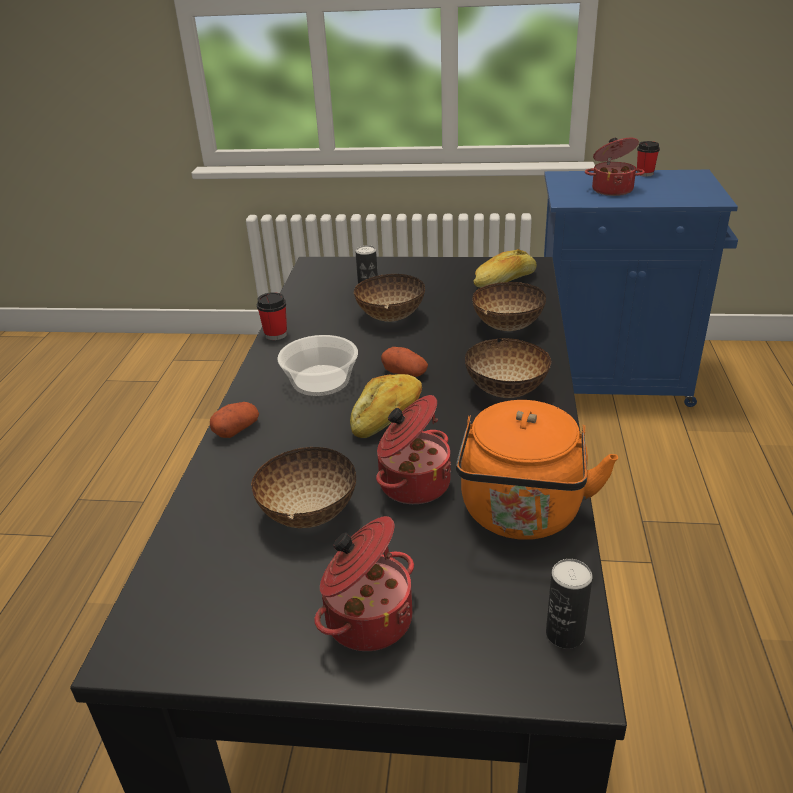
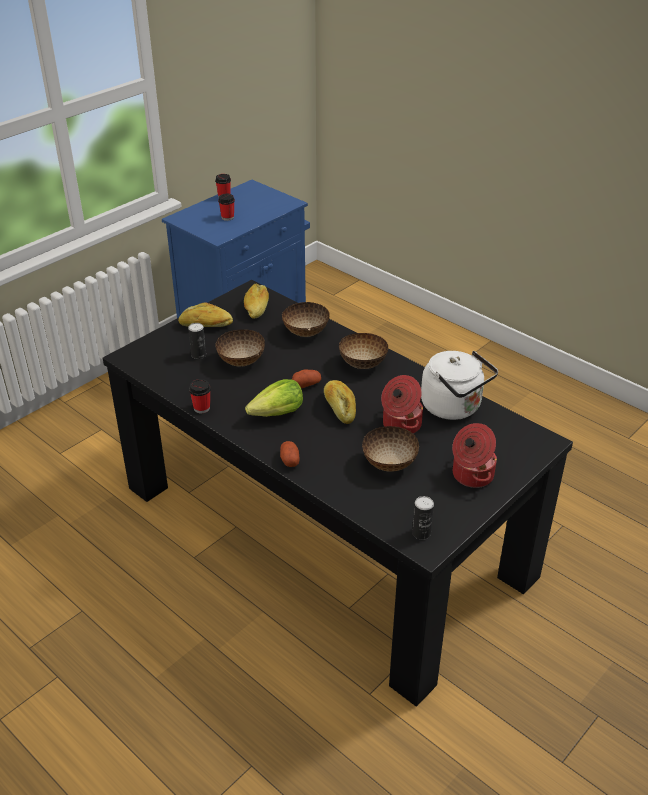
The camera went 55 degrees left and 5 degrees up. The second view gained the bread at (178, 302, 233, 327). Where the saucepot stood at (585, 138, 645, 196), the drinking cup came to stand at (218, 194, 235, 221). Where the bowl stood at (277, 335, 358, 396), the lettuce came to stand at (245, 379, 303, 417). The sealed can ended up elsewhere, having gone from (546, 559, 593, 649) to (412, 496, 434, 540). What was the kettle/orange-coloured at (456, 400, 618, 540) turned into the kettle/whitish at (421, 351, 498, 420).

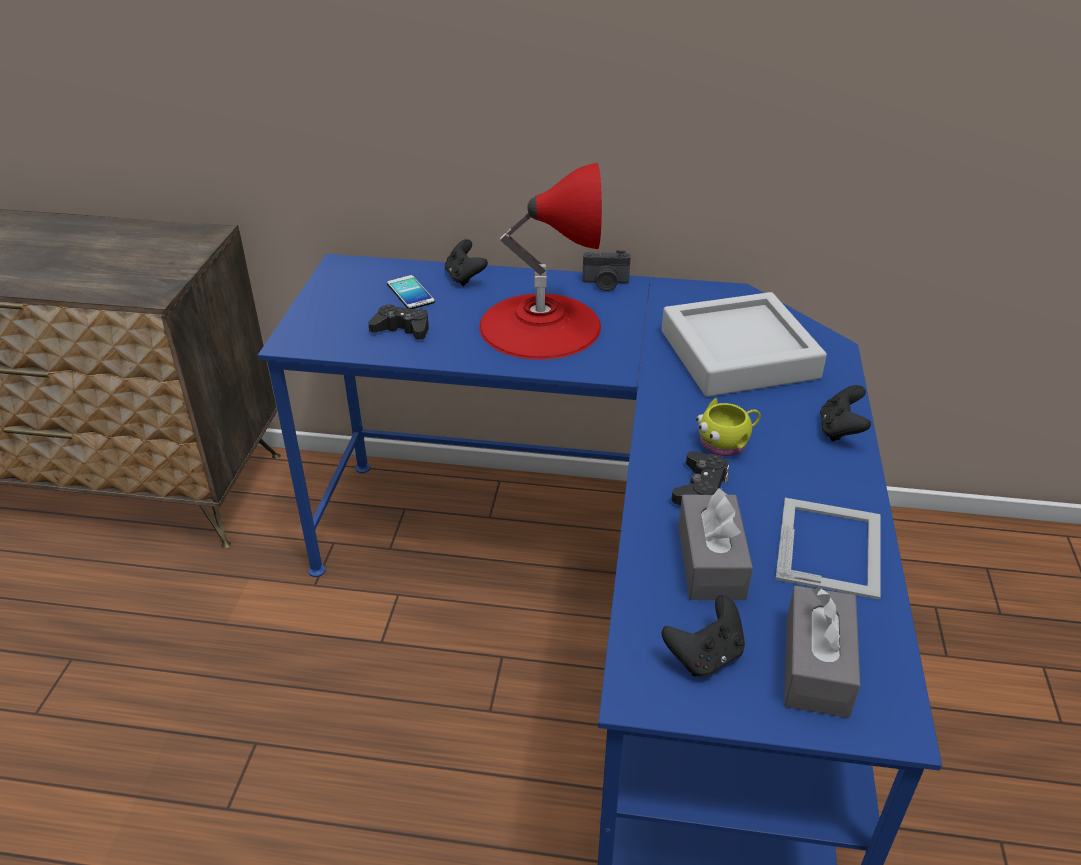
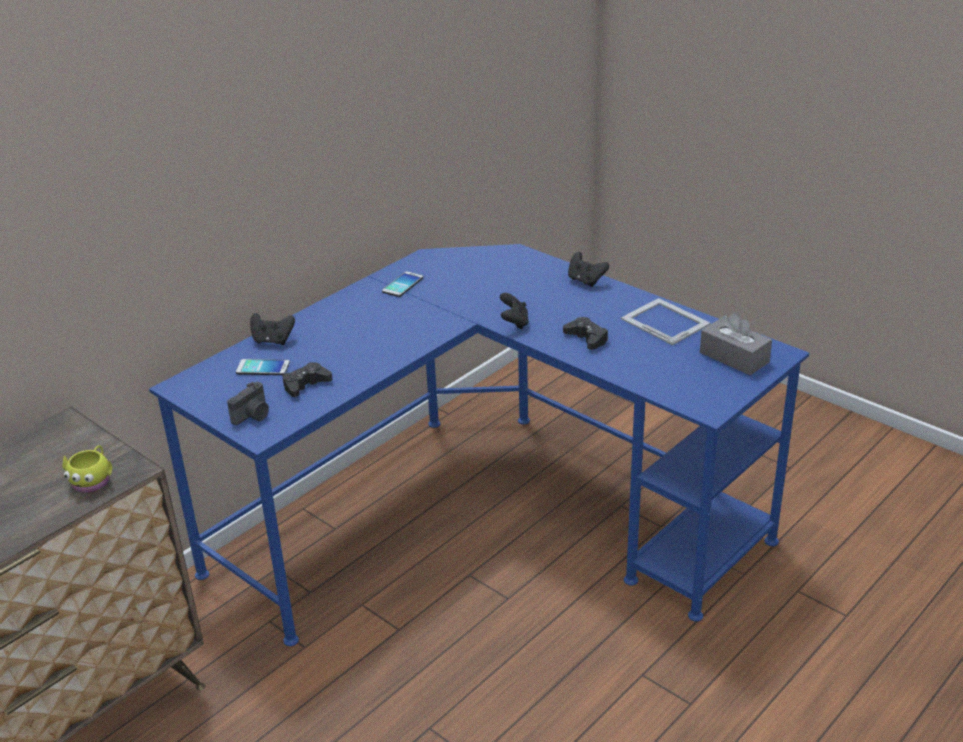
The camera went 55 degrees left and 5 degrees down. The tea mug/yellow-coloured ended up elsewhere, having gone from (696, 398, 761, 456) to (63, 445, 112, 493). The photo camera ended up elsewhere, having gone from (583, 250, 631, 291) to (227, 382, 269, 425). The second view gained the telephone at (382, 271, 423, 297). The gamepad/black-coloured ended up elsewhere, having gone from (662, 595, 745, 677) to (500, 293, 529, 329). The second view lost the tabletop lamp/reddish at (479, 163, 602, 360). The second view lost the carrying tray/greyish at (662, 292, 827, 397). The second view lost the tissue box/greyish at (678, 488, 753, 600).

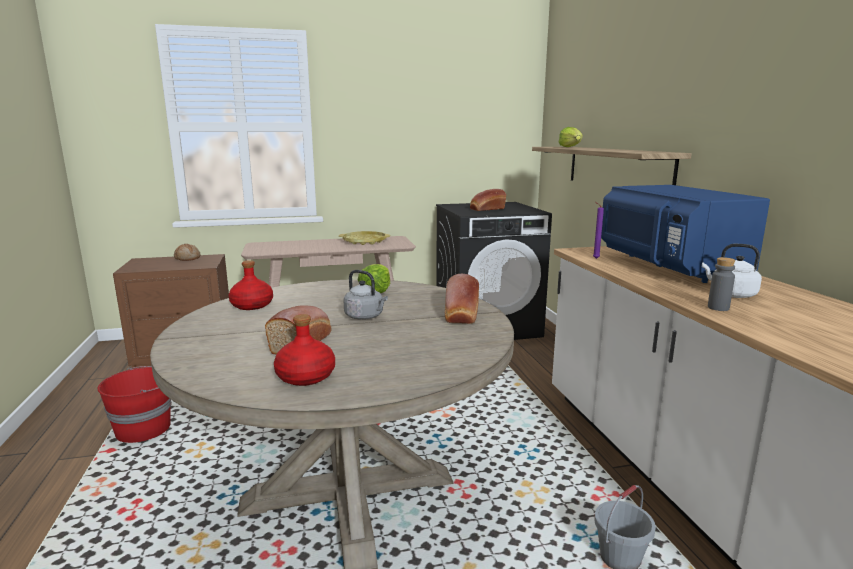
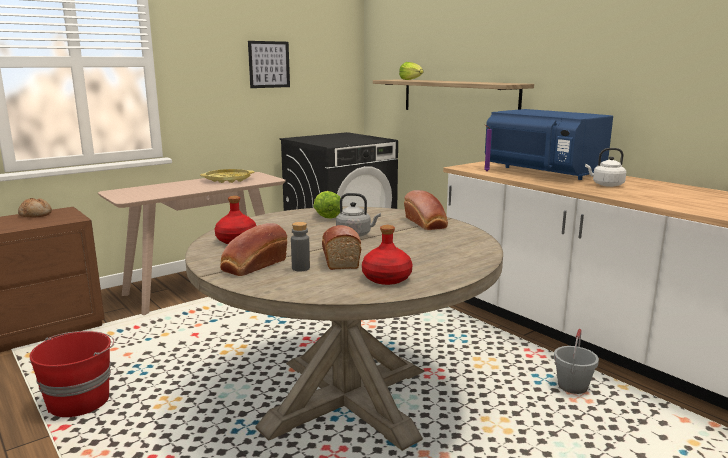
The camera went 25 degrees left and 0 degrees up. The bread ended up elsewhere, having gone from (470, 189, 506, 211) to (220, 223, 287, 276). The second view gained the wall art at (248, 41, 290, 88). The beverage bottle/greyish ended up elsewhere, having gone from (708, 257, 735, 311) to (291, 222, 310, 271).

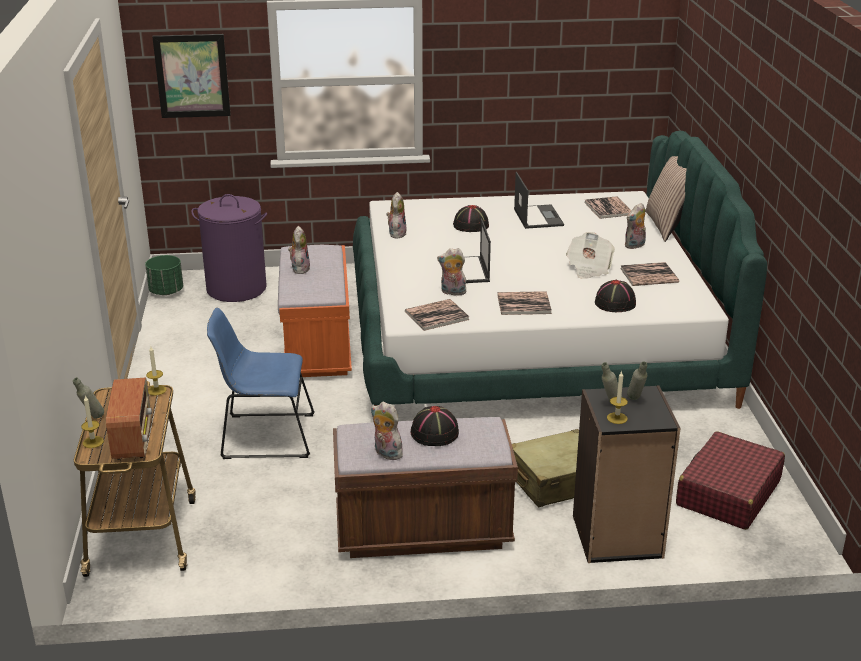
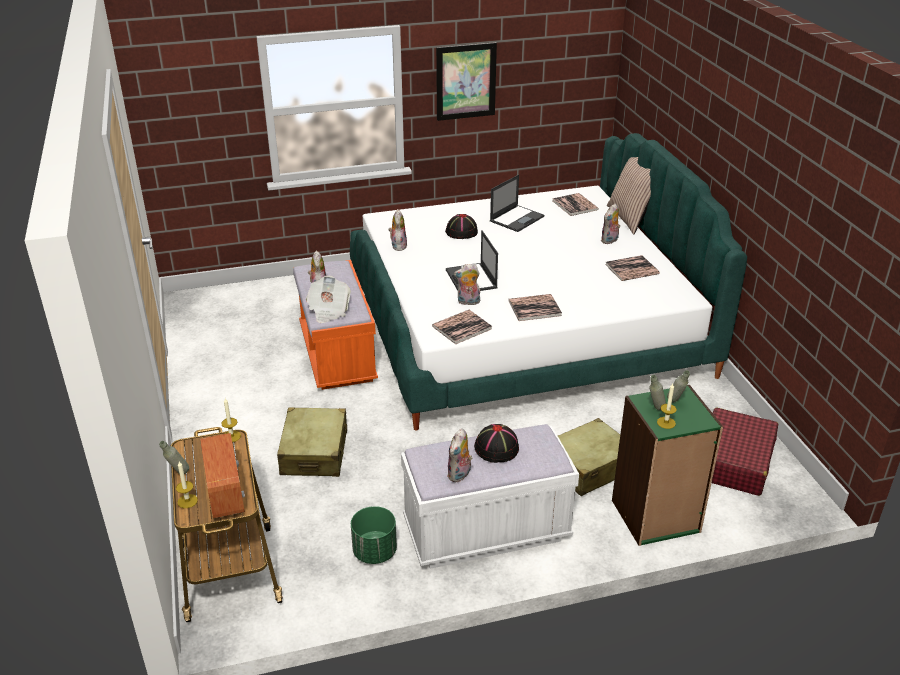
The camera went 10 degrees left and 5 degrees up. Where the chair/bluish stood at (207, 308, 315, 459), the piece of luggage/beige-coloured came to stand at (277, 407, 347, 477). The printed paper ended up elsewhere, having gone from (566, 232, 615, 279) to (306, 276, 351, 323). The flower pot/greenish ended up elsewhere, having gone from (145, 255, 183, 295) to (351, 506, 397, 564). What was the indoor bench/brown-coloured at (333, 417, 518, 558) turned into the indoor bench/whitish at (401, 424, 579, 569). The wall art ended up elsewhere, having gone from (152, 34, 231, 118) to (436, 42, 497, 121). The plush toy at (371, 402, 403, 460) ended up facing another way, 90 degrees counterclockwise from before. The notebook computer at (514, 172, 564, 229) ended up facing another way, 60 degrees clockwise from before. What was the bookshelf/black-coloured at (573, 385, 681, 563) turned into the bookshelf/greenish at (612, 385, 723, 546). The second view lost the hamper/purplish at (191, 194, 267, 302). The second view lost the wearable hat/black-coloured at (595, 280, 636, 312).

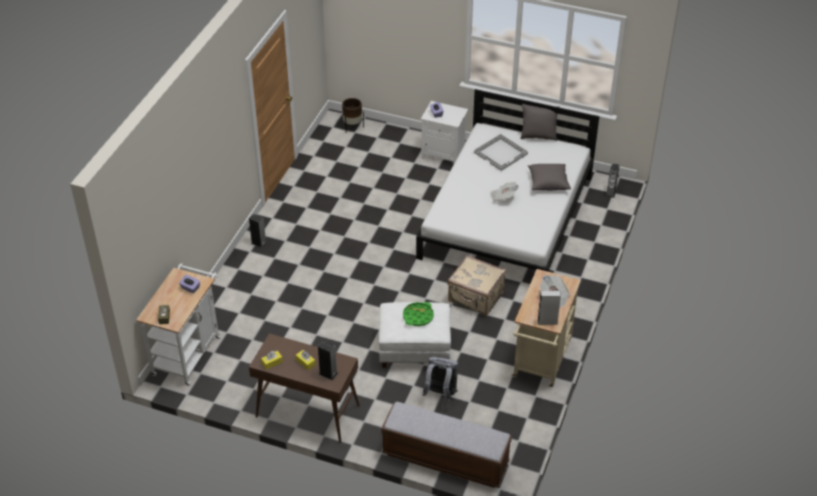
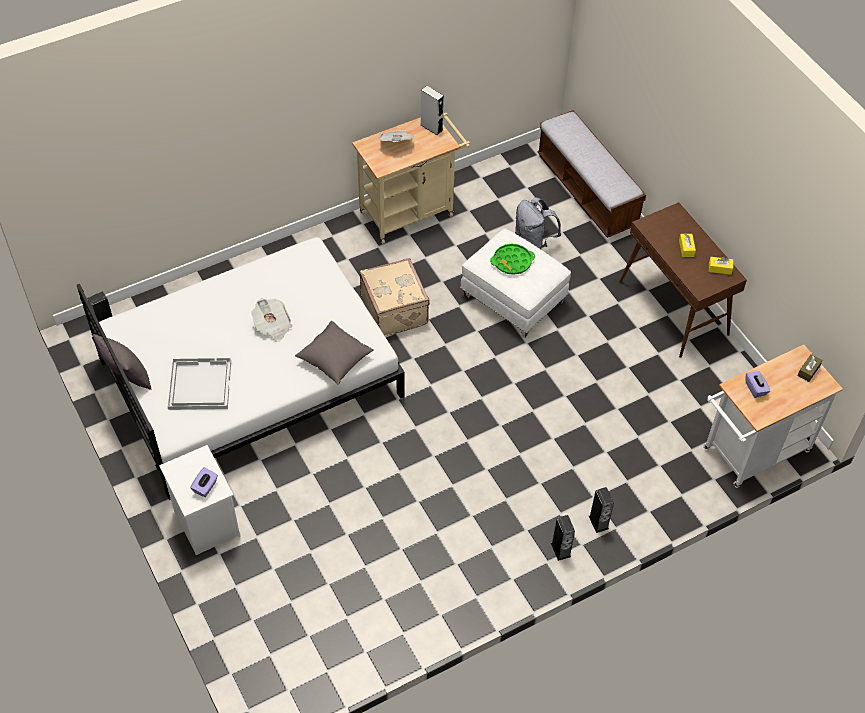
The camera went 140 degrees left and 10 degrees up. The cushion/greyish ended up elsewhere, having gone from (528, 164, 571, 190) to (295, 321, 374, 385). The loudspeaker ended up elsewhere, having gone from (318, 341, 338, 380) to (589, 487, 614, 533). The second view lost the flower pot/brown-coloured at (342, 98, 364, 133).

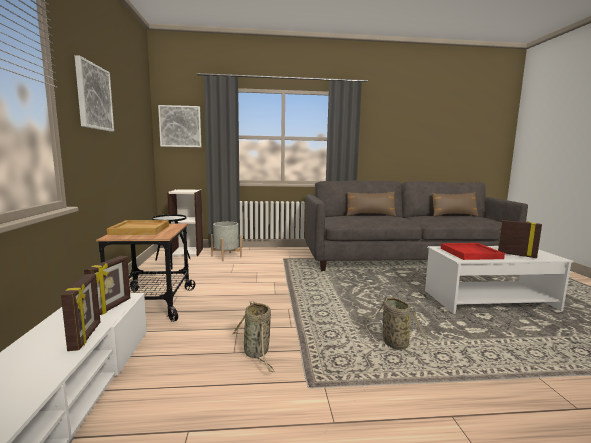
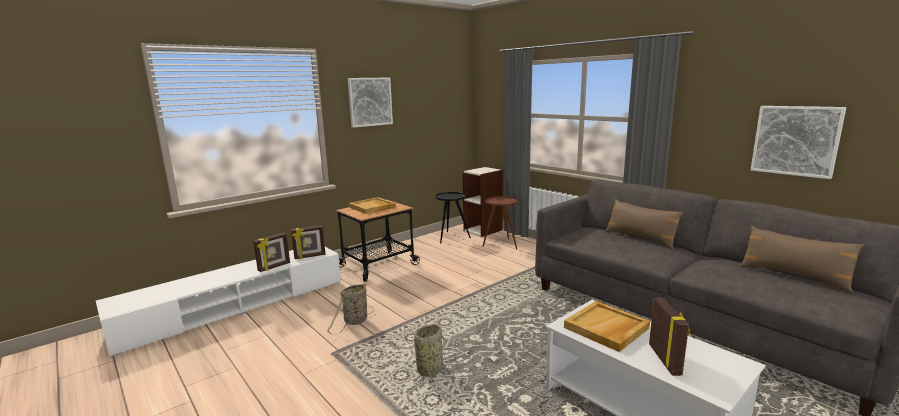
The camera went 55 degrees right and 5 degrees up. Where the flower pot/greyish stood at (211, 222, 242, 261), the end table/brown-coloured came to stand at (482, 196, 517, 249). What was the carrying tray/reddish at (441, 243, 505, 260) turned into the carrying tray/beige-coloured at (564, 301, 650, 352). The wall art ended up elsewhere, having gone from (158, 105, 201, 147) to (751, 106, 846, 179).

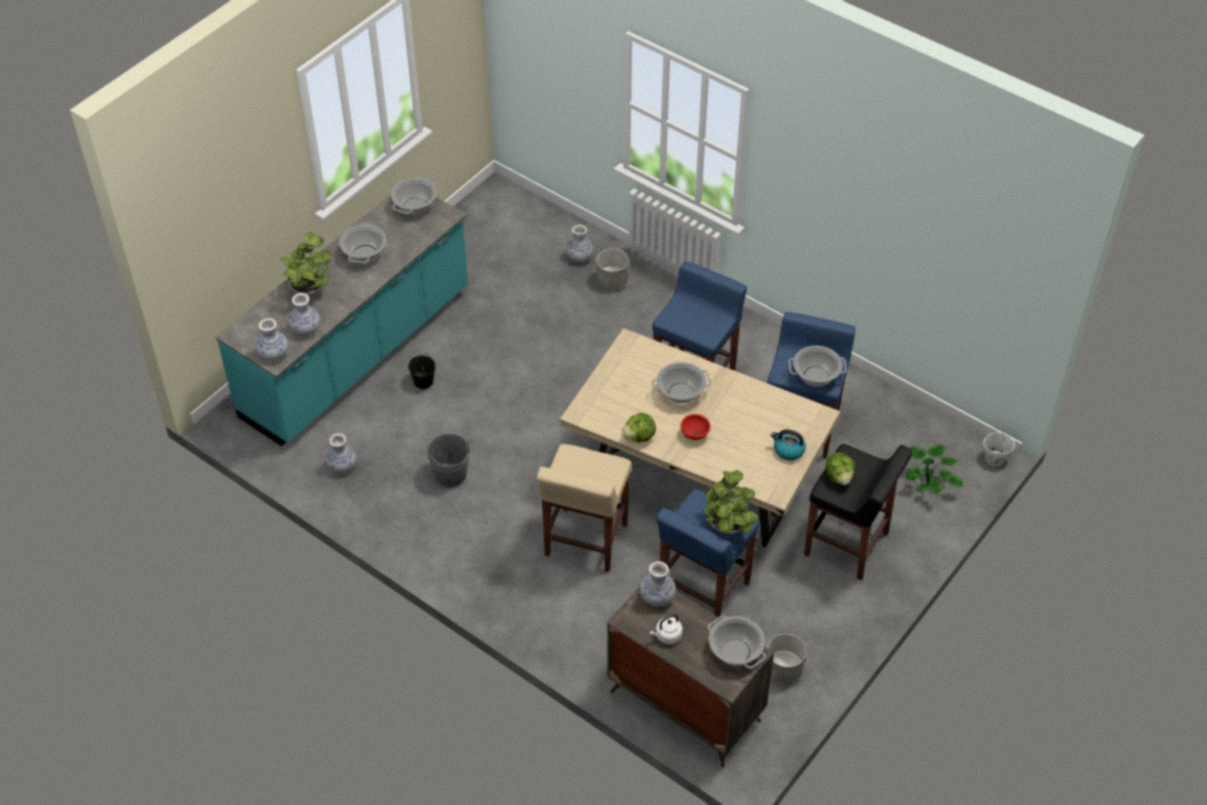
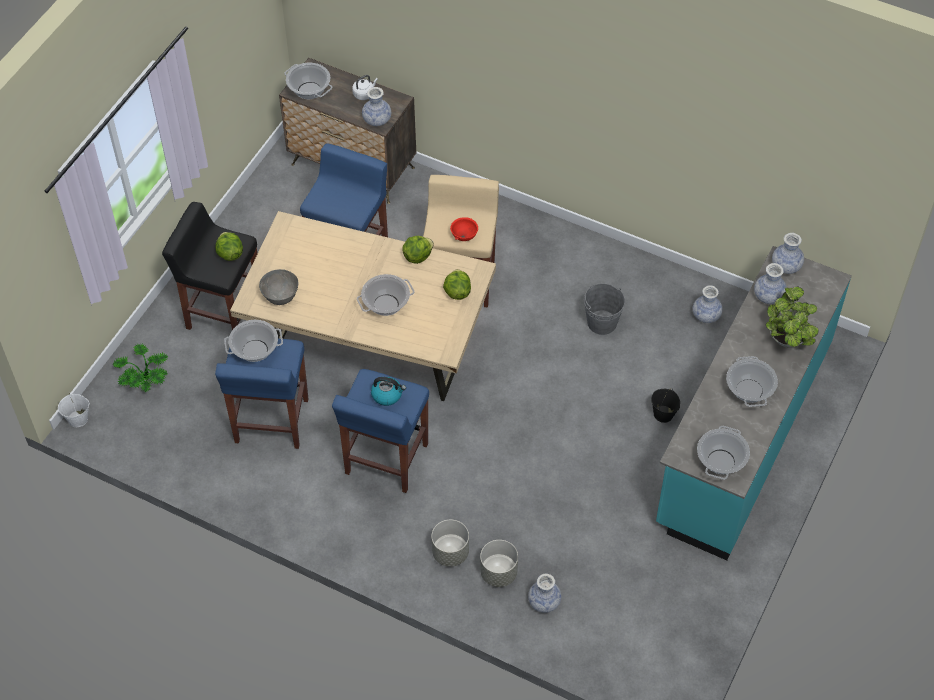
The camera went 170 degrees right and 5 degrees up. The second view gained the bowl/greyish at (259, 269, 298, 305). The kettle ended up elsewhere, having gone from (771, 430, 806, 461) to (371, 377, 406, 406). The flower pot/greyish ended up elsewhere, having gone from (767, 634, 806, 683) to (431, 520, 469, 567). The second view gained the lettuce at (443, 269, 471, 300). The bowl/reddish ended up elsewhere, having gone from (681, 414, 711, 440) to (450, 217, 478, 241). The second view lost the potted plant at (704, 470, 757, 534).

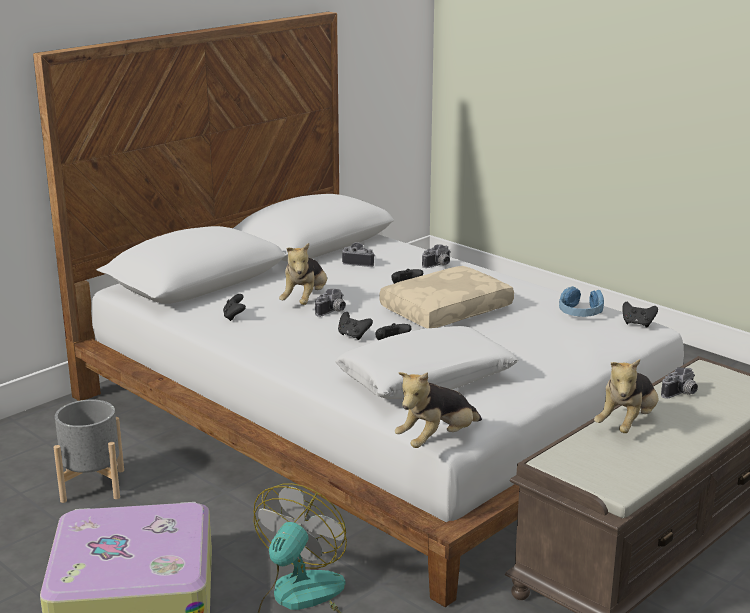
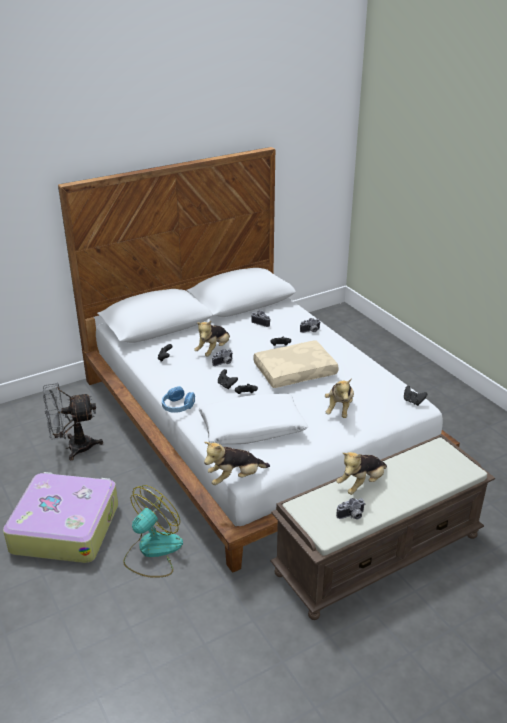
The camera went 15 degrees right and 10 degrees up. Where the flower pot/greyish stood at (54, 399, 124, 503), the electric fan/greyish came to stand at (43, 382, 103, 460). The headphones/bluish ended up elsewhere, having gone from (559, 286, 604, 317) to (162, 386, 195, 413). The second view gained the plush toy at (325, 378, 354, 418). The photo camera ended up elsewhere, having gone from (661, 367, 698, 399) to (336, 498, 365, 520).

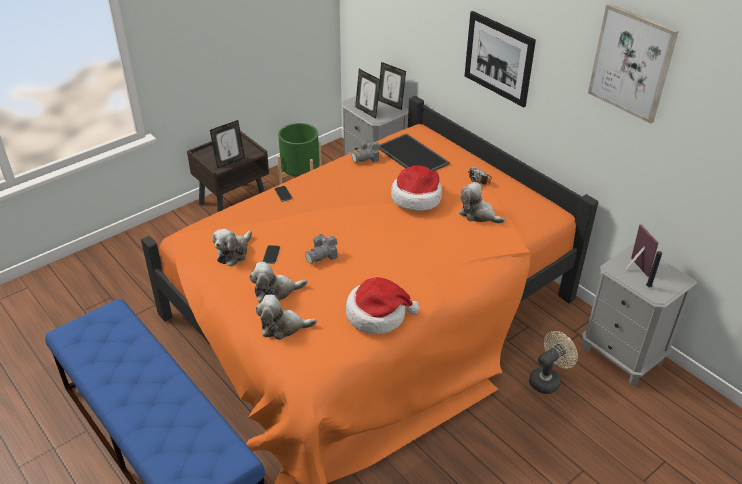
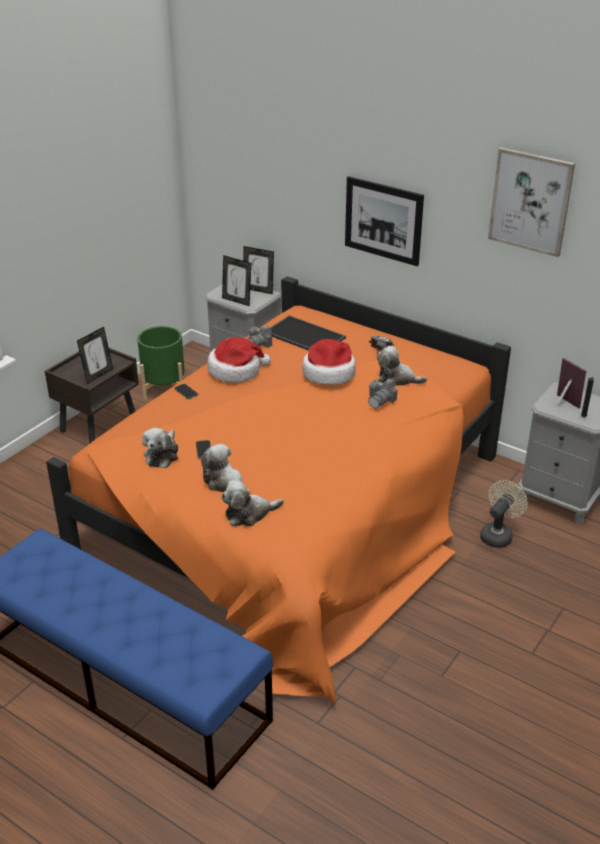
The camera went 15 degrees left and 5 degrees down. The plush toy at (249, 262, 307, 303) ended up facing another way, 75 degrees clockwise from before. The wearable hat ended up elsewhere, having gone from (346, 277, 420, 334) to (207, 337, 271, 383). The photo camera ended up elsewhere, having gone from (305, 234, 338, 264) to (368, 378, 397, 409).

